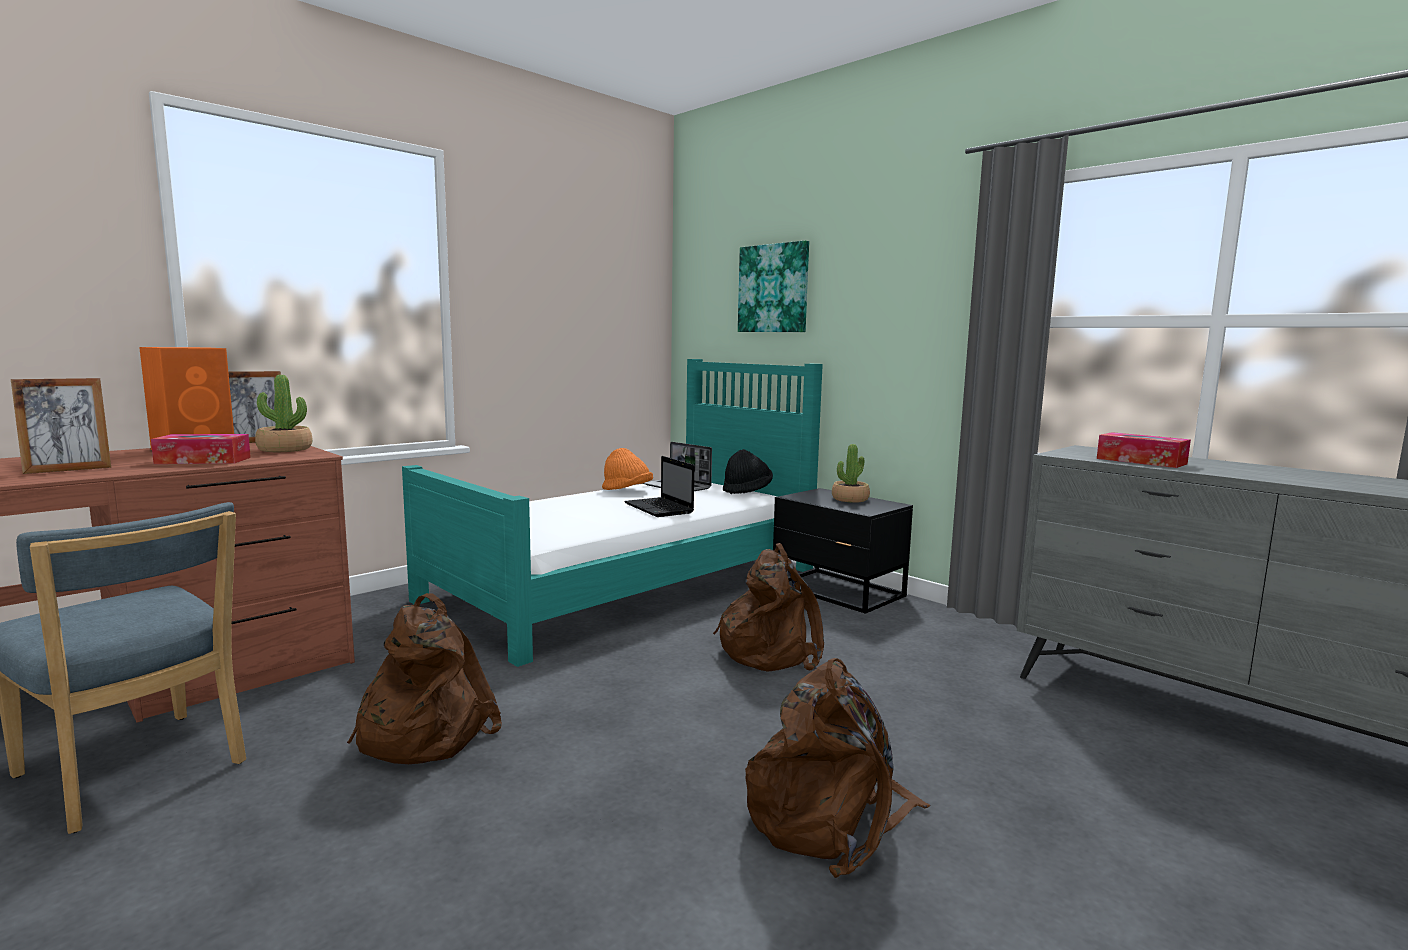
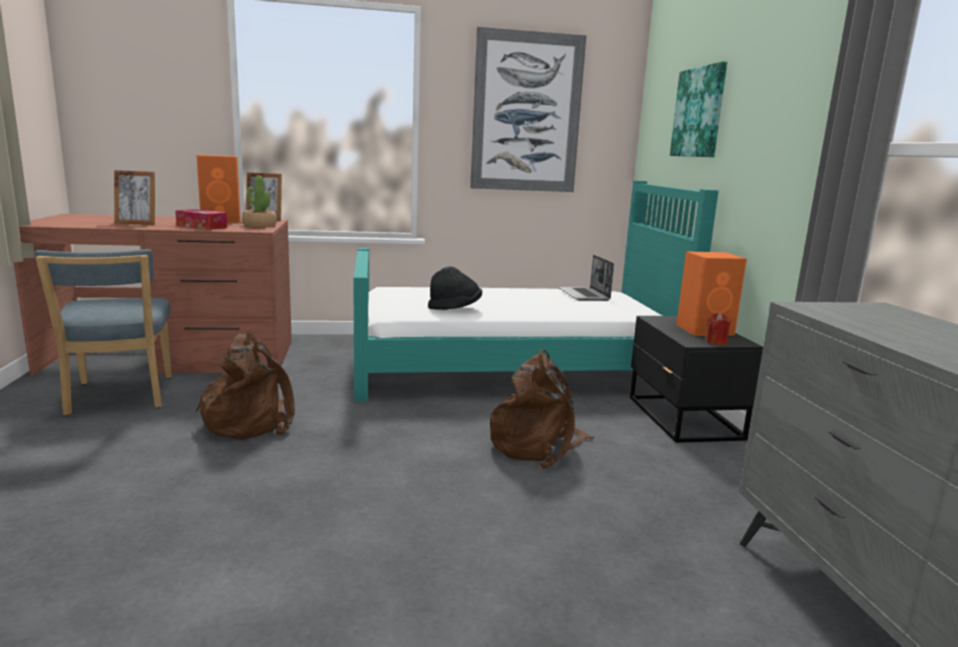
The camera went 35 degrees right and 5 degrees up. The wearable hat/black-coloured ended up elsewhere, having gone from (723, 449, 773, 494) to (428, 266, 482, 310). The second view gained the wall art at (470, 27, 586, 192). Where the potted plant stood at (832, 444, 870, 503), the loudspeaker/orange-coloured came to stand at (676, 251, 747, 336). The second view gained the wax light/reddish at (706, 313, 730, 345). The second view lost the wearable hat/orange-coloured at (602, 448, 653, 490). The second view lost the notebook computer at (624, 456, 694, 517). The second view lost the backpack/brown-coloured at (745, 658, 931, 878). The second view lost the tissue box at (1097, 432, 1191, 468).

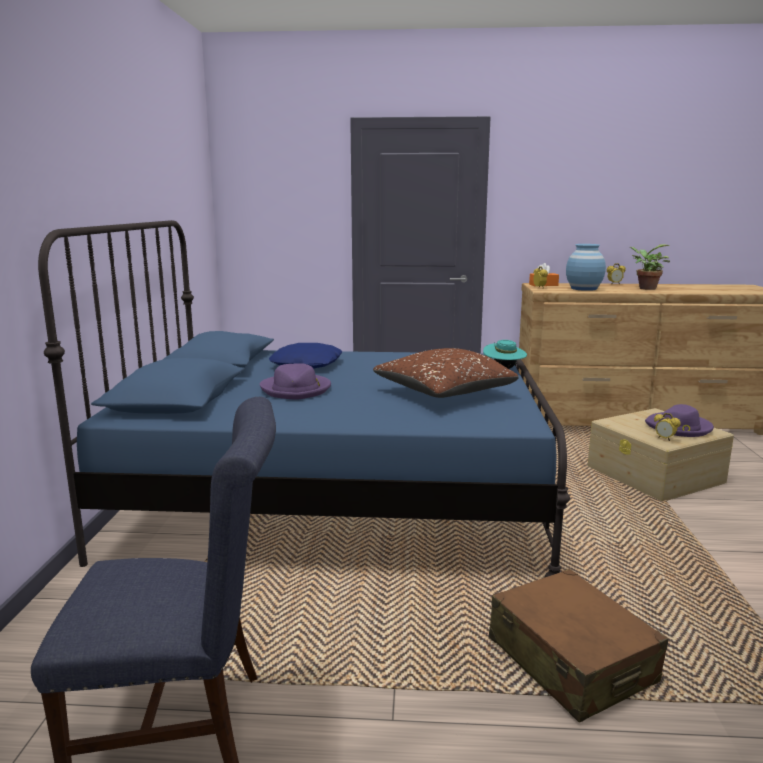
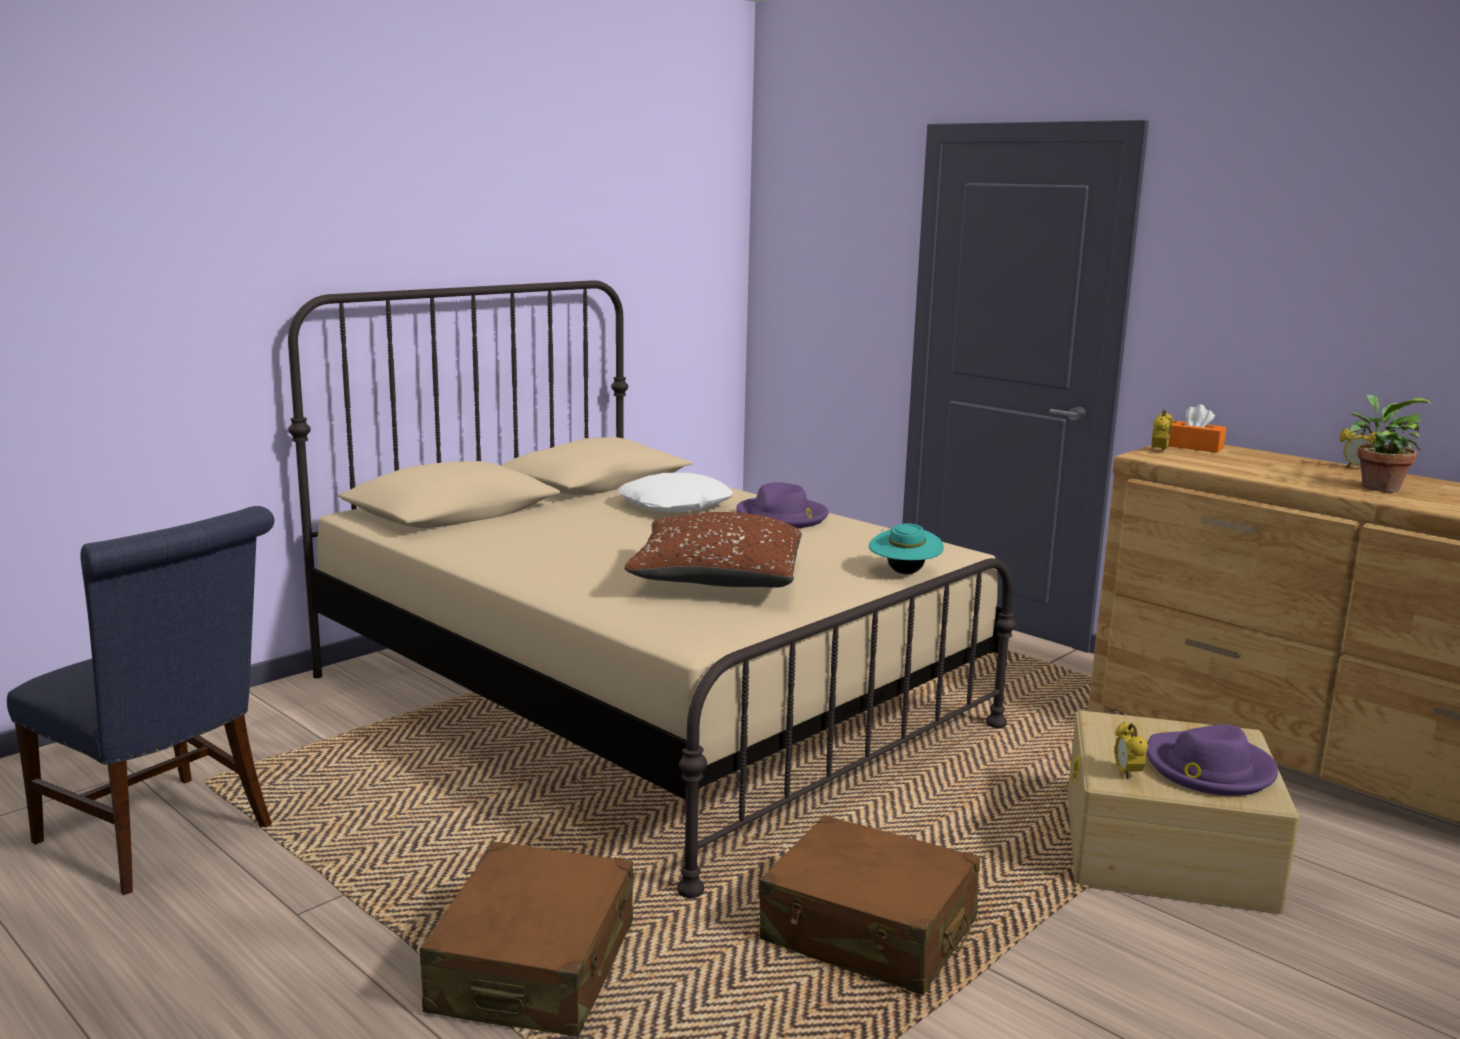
The camera went 40 degrees right and 0 degrees up. What was the sleeping bed/bluish at (38, 220, 570, 577) turned into the sleeping bed/beige-coloured at (288, 280, 1016, 898). What was the cushion/bluish at (269, 343, 342, 368) turned into the cushion/whitish at (618, 473, 733, 512). The wearable hat/purplish ended up elsewhere, having gone from (260, 363, 331, 400) to (736, 482, 829, 528). The second view gained the piece of luggage/brown-coloured at (759, 815, 980, 995). The second view lost the vase/bluish at (566, 244, 606, 291).

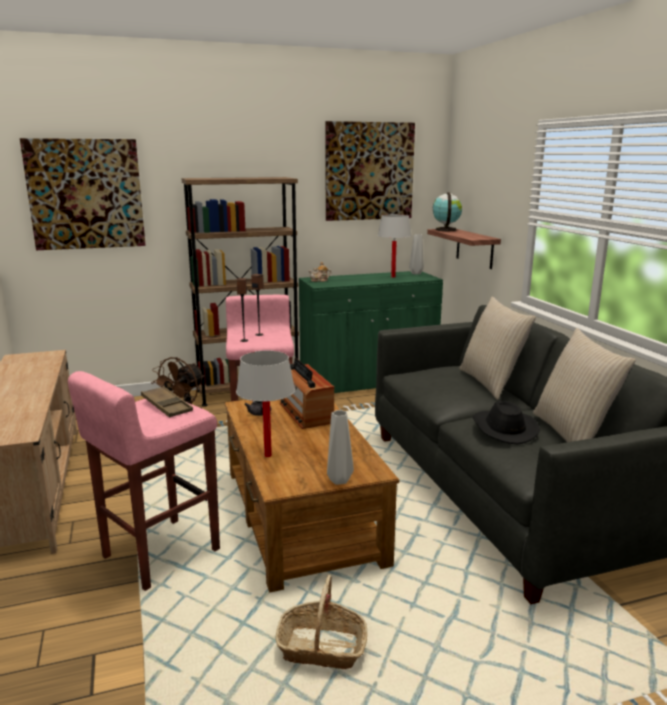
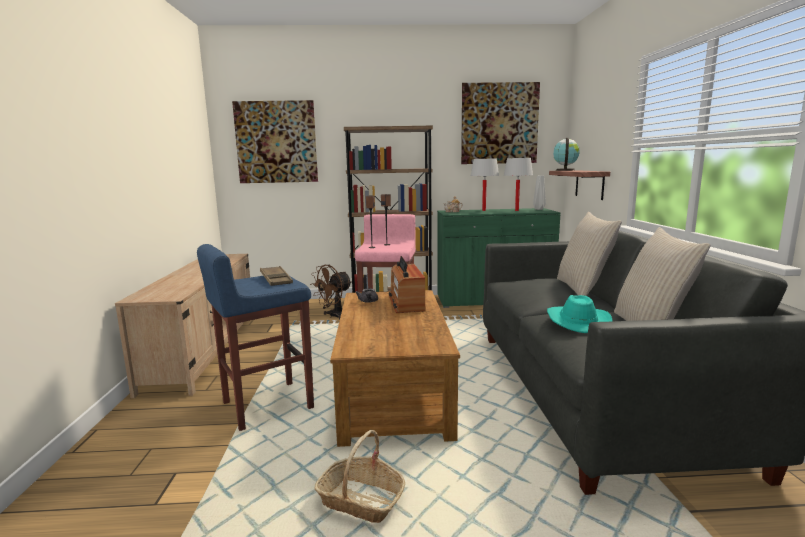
The camera went 15 degrees right and 5 degrees down. What was the sitting stool/pinkish at (68, 371, 220, 591) turned into the sitting stool/bluish at (197, 244, 314, 431). The tabletop lamp/whitish ended up elsewhere, having gone from (236, 351, 295, 457) to (471, 158, 499, 211). What was the wearable hat/black-coloured at (473, 401, 540, 444) turned into the wearable hat/turquoise at (547, 295, 612, 333). The second view lost the vase/greyish at (327, 410, 354, 485).

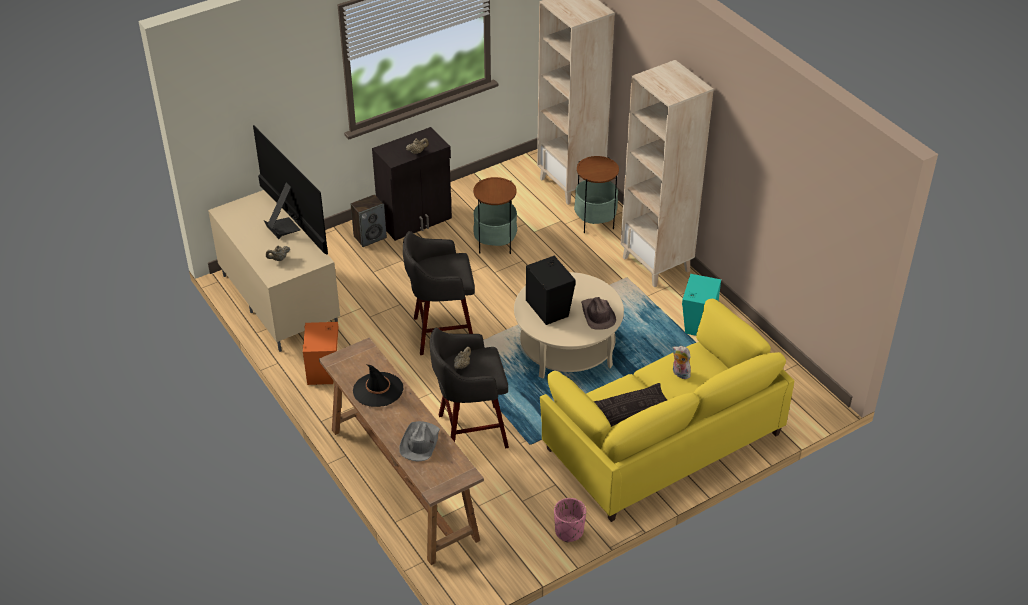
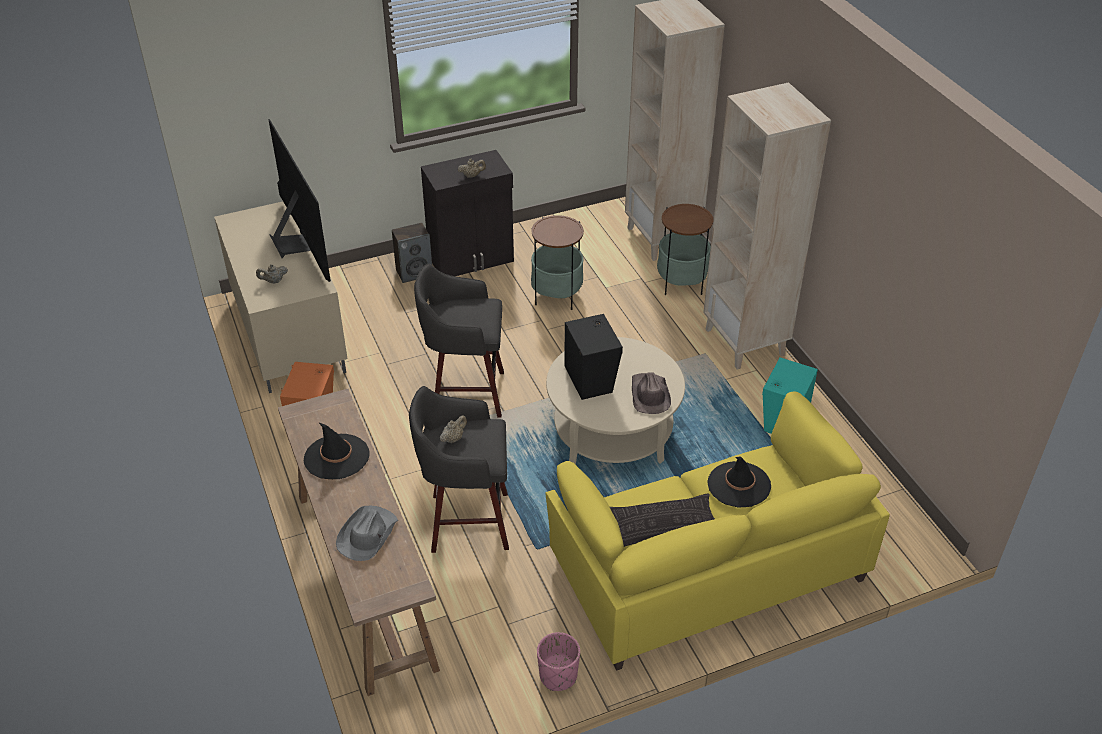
The camera went 10 degrees right and 0 degrees up. Where the plush toy stood at (672, 346, 691, 379), the wearable hat/black-coloured came to stand at (707, 457, 771, 508).

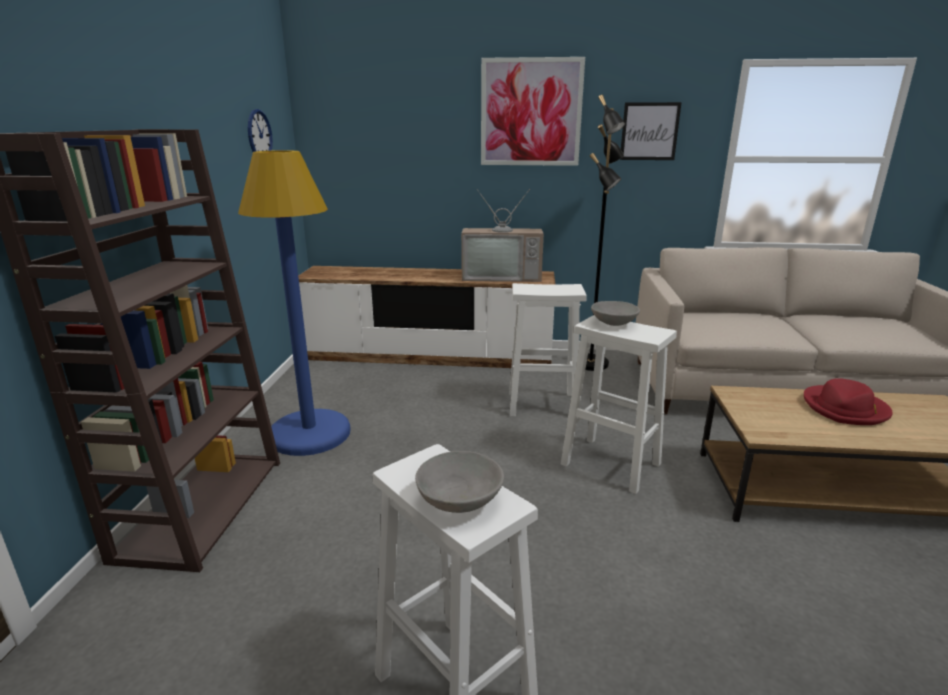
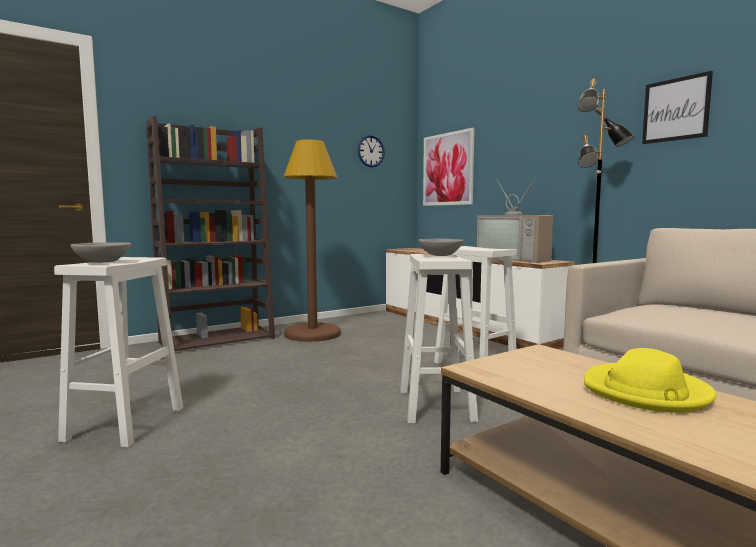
The camera went 50 degrees right and 15 degrees down. What was the standard lamp/bluish at (238, 150, 351, 456) turned into the standard lamp/brown-coloured at (283, 139, 341, 342). The wall art ended up elsewhere, having gone from (481, 57, 585, 166) to (423, 128, 475, 206). What was the wearable hat/reddish at (804, 378, 893, 425) turned into the wearable hat/yellow-coloured at (584, 348, 716, 413).

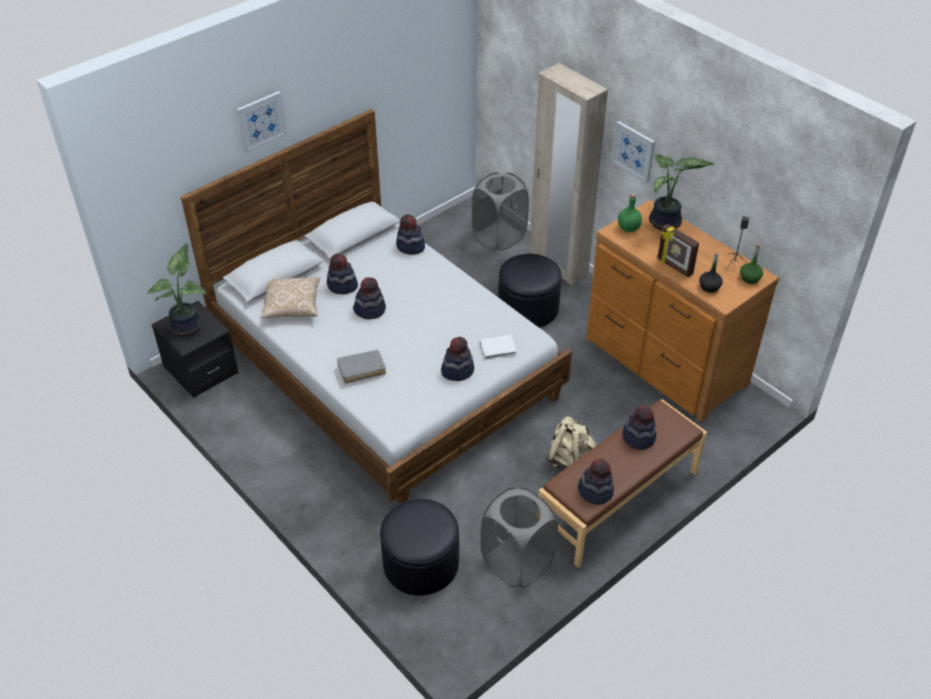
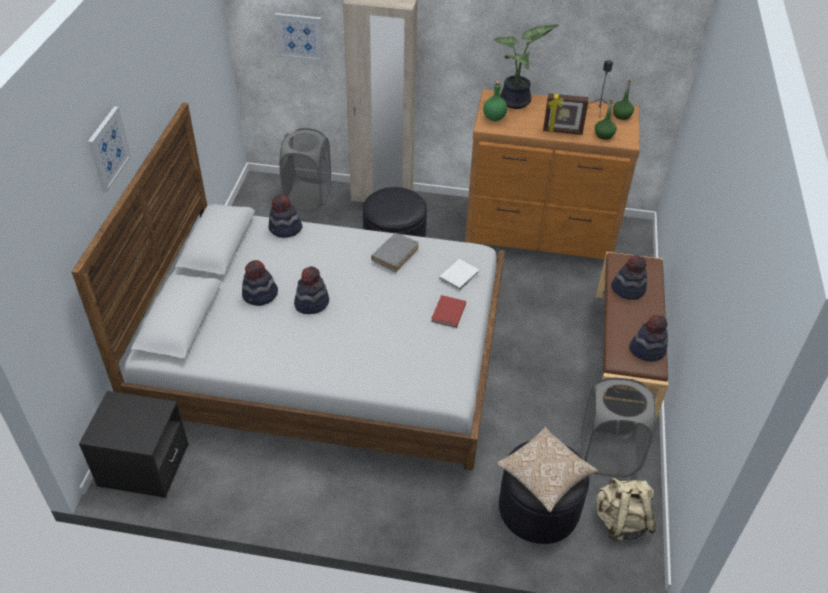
The camera went 40 degrees left and 0 degrees up. The wall art ended up elsewhere, having gone from (612, 121, 655, 183) to (274, 13, 324, 62). The volume/greyish ended up elsewhere, having gone from (337, 350, 386, 384) to (371, 233, 419, 272). Where the wearable hat stood at (441, 337, 474, 381), the volume/reddish came to stand at (431, 295, 466, 328). The cushion ended up elsewhere, having gone from (261, 278, 320, 318) to (497, 427, 598, 512). What was the beverage bottle/black-coloured at (699, 252, 723, 293) turned into the beverage bottle/greenish at (595, 98, 617, 140). The backpack/beige-coloured ended up elsewhere, having gone from (546, 417, 597, 471) to (597, 476, 656, 541). The second view lost the potted plant at (147, 243, 207, 337).

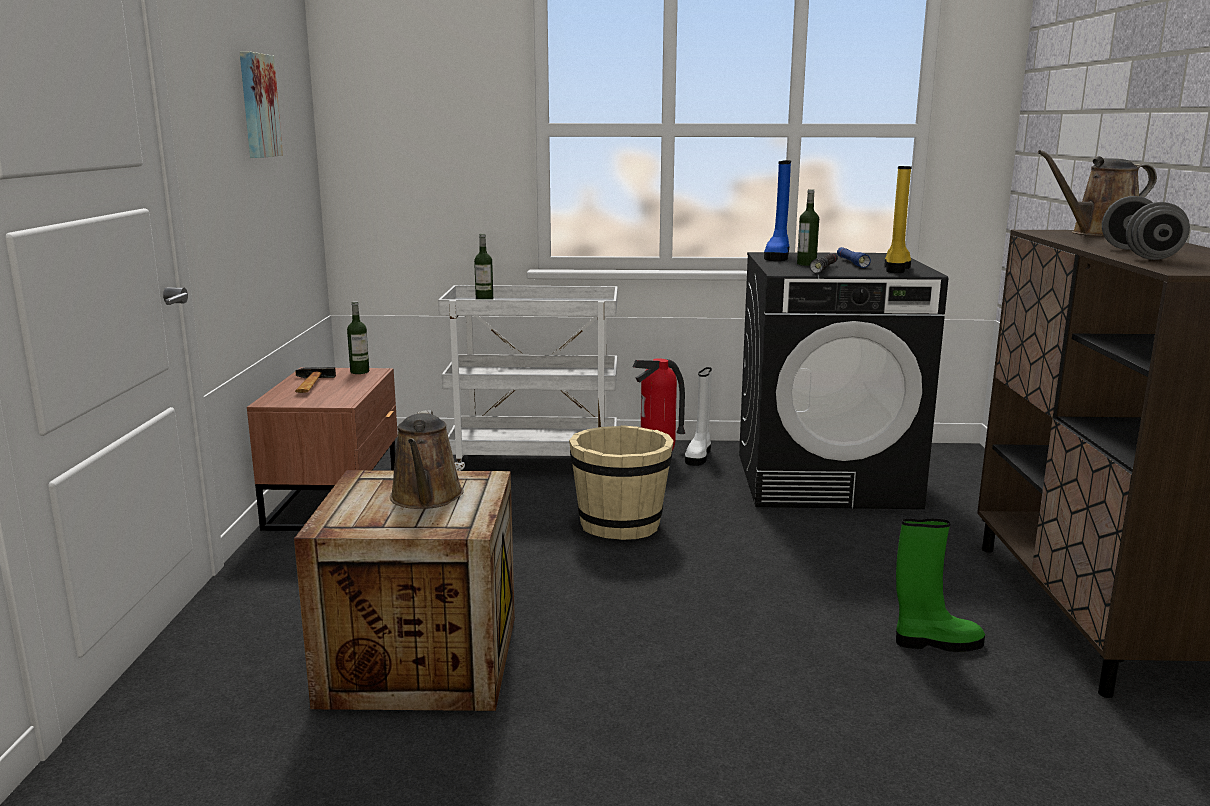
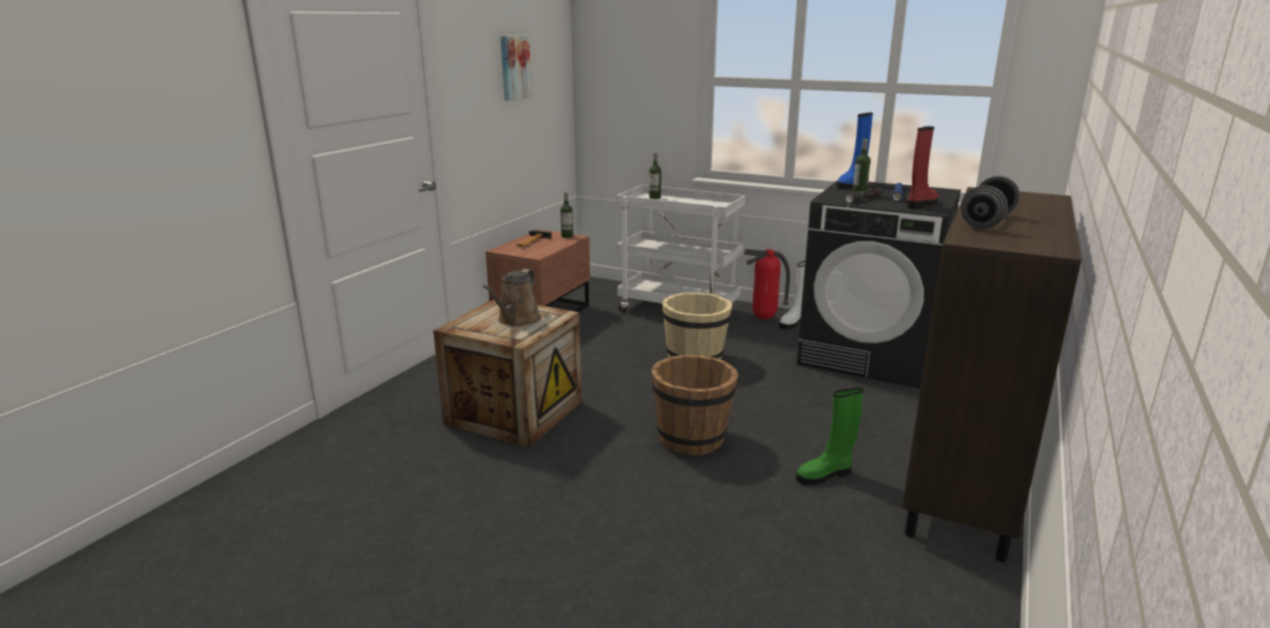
The camera went 25 degrees right and 5 degrees up. The second view gained the pail/brown-coloured at (652, 355, 738, 455). The tall boot/greenish at (896, 518, 985, 652) ended up facing another way, 135 degrees clockwise from before. What was the tall boot/yellow-coloured at (884, 166, 912, 273) turned into the tall boot/reddish at (907, 126, 938, 209). The second view lost the watering can/brown-coloured at (1038, 150, 1157, 236).

